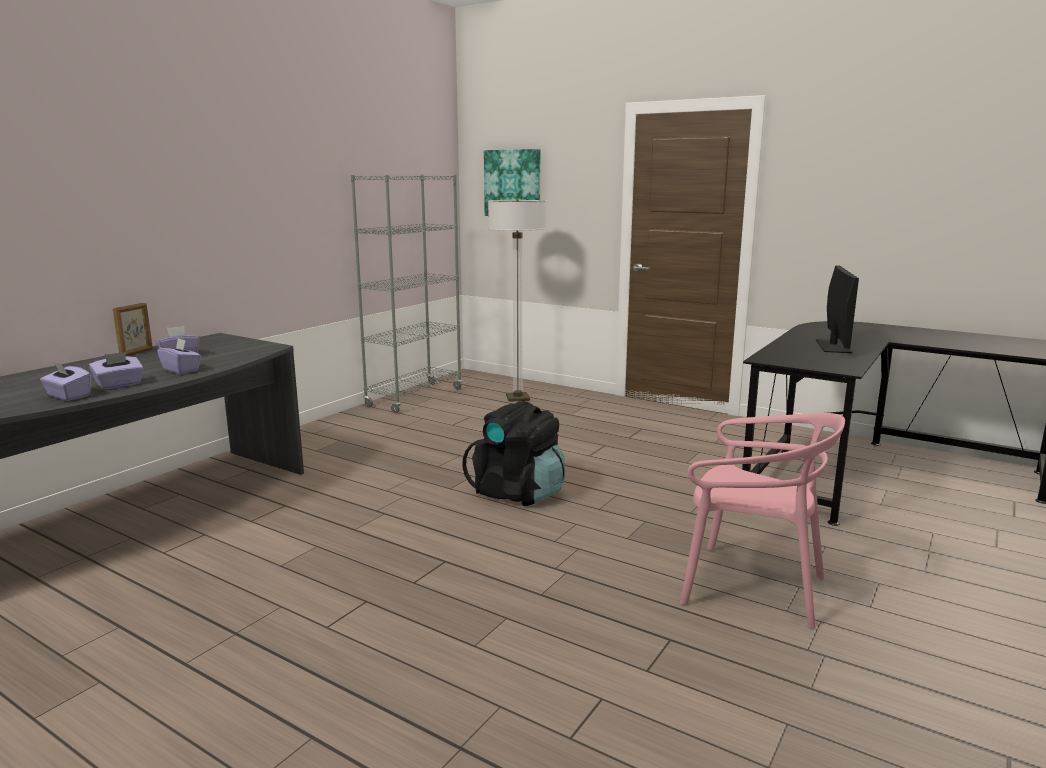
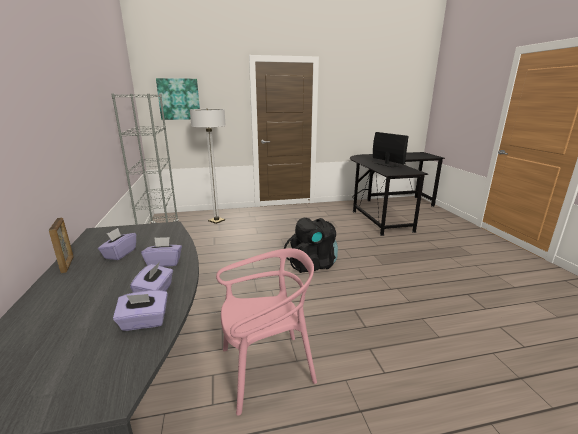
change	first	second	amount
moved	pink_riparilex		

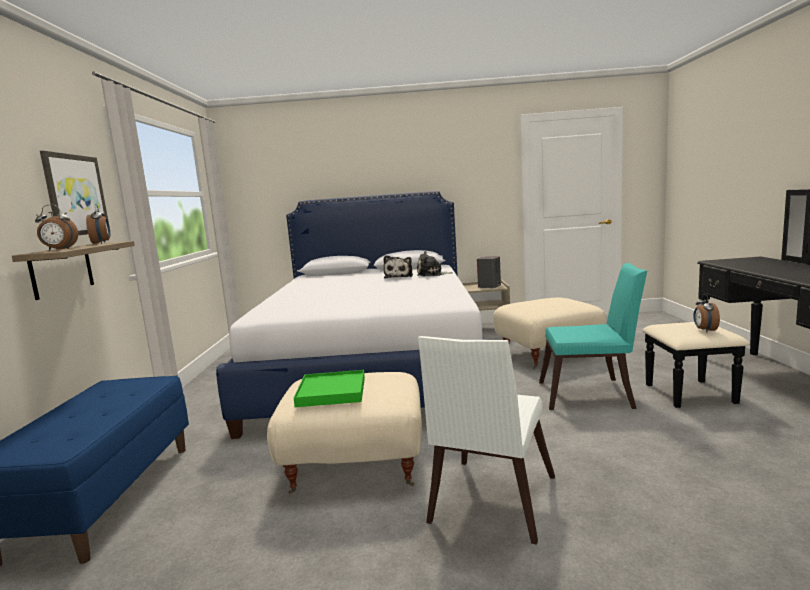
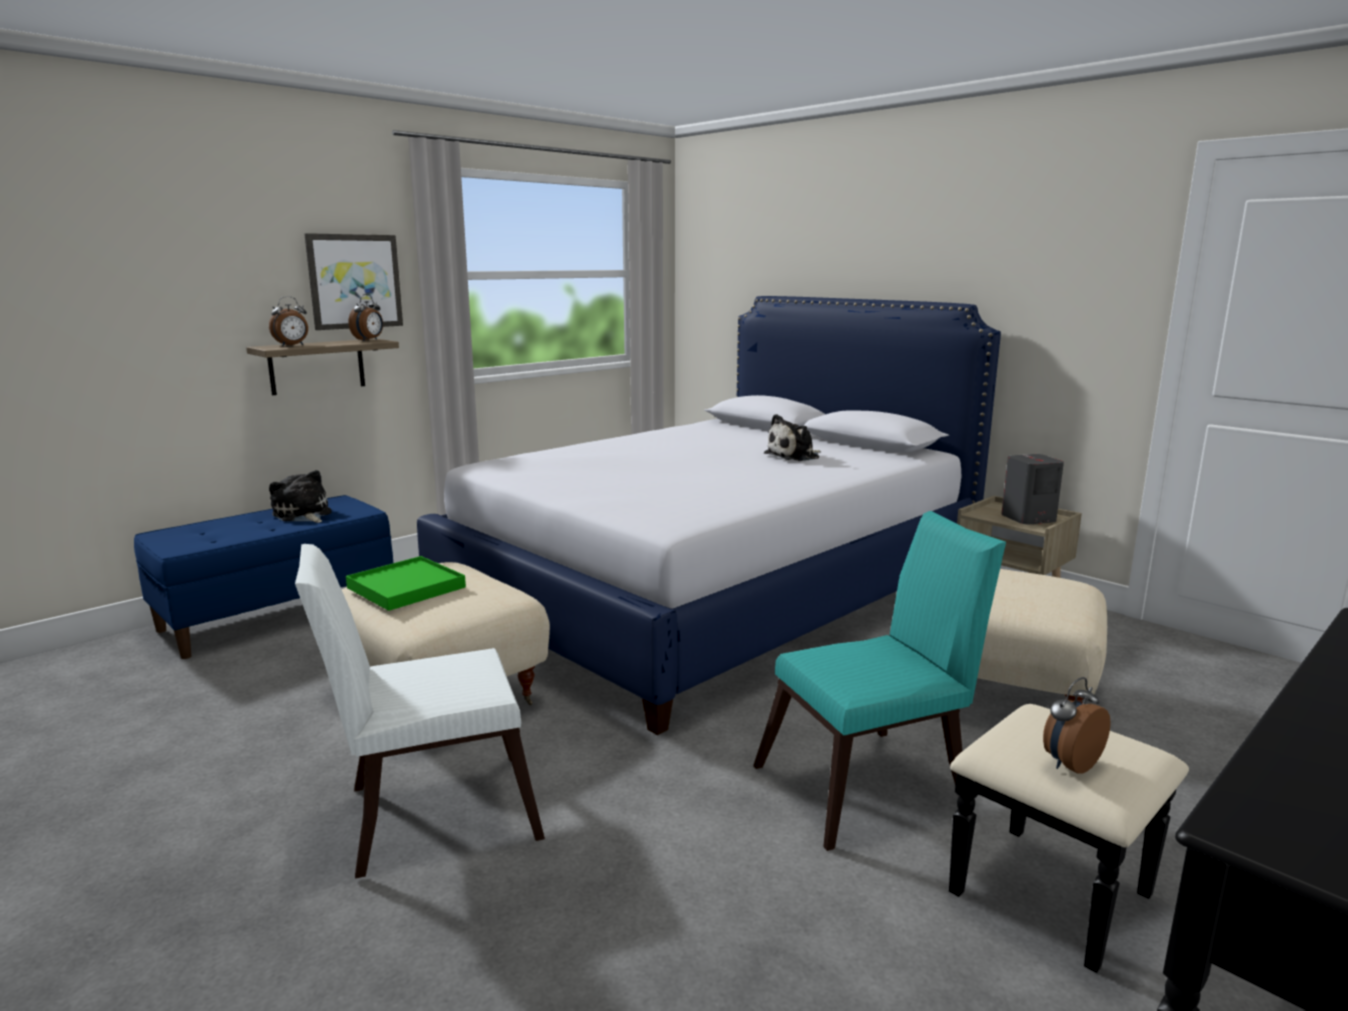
change	first	second	amount
moved	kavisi (2nd from left in the first image)	kavisi (1st from left)	
turned	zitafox (1st from left)		75 degrees counterclockwise
turned	turquoise_riparilex		75 degrees counterclockwise

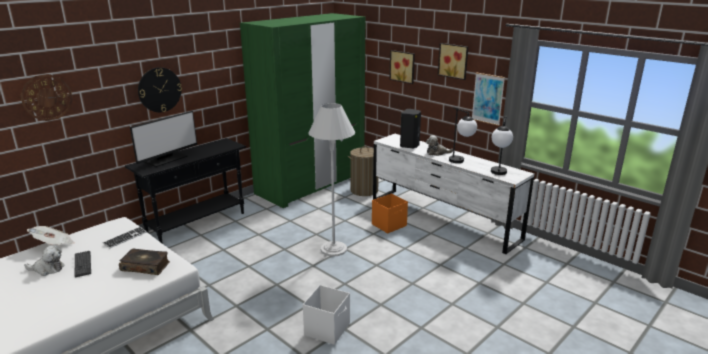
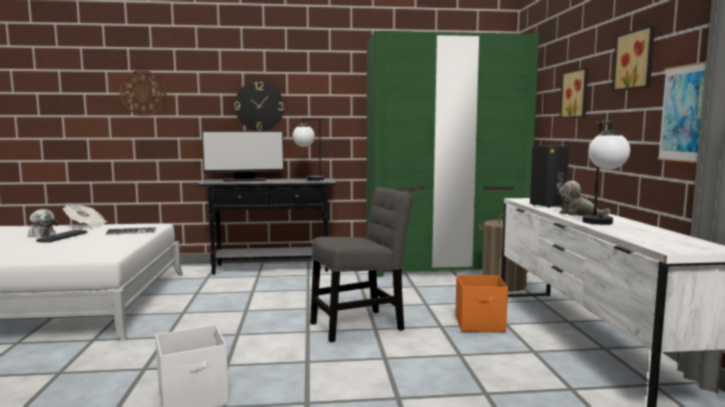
change	first	second	amount
removed	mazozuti		
moved	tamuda (2nd from left in the first image)	tamuda (1st from left)	
replaced	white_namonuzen	grey_riparilex	

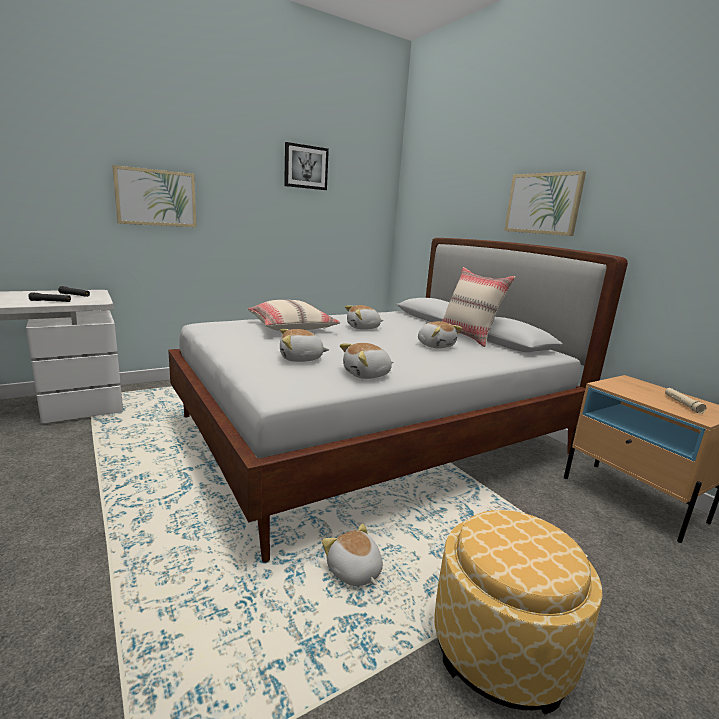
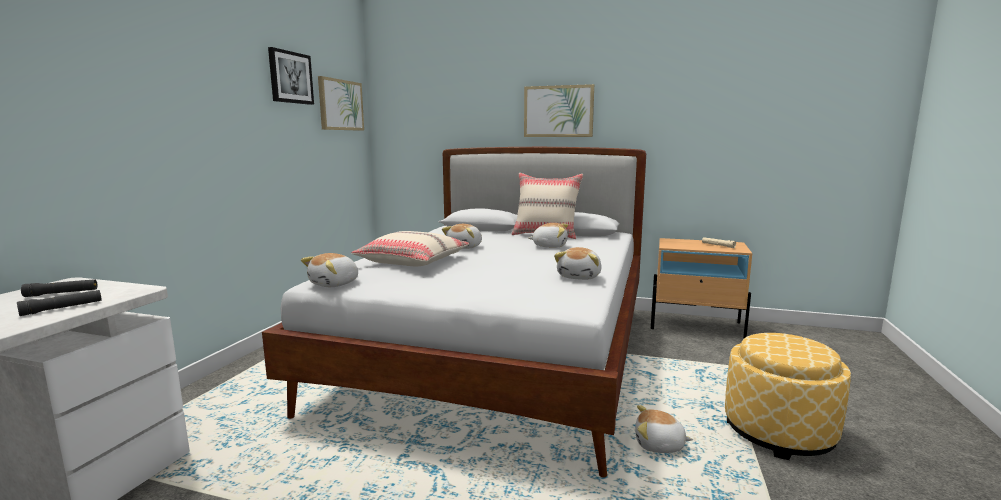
change	first	second	amount
moved	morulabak (1st from left in the first image)	morulabak (2nd from left)	
moved	kavisi (1st from left)		

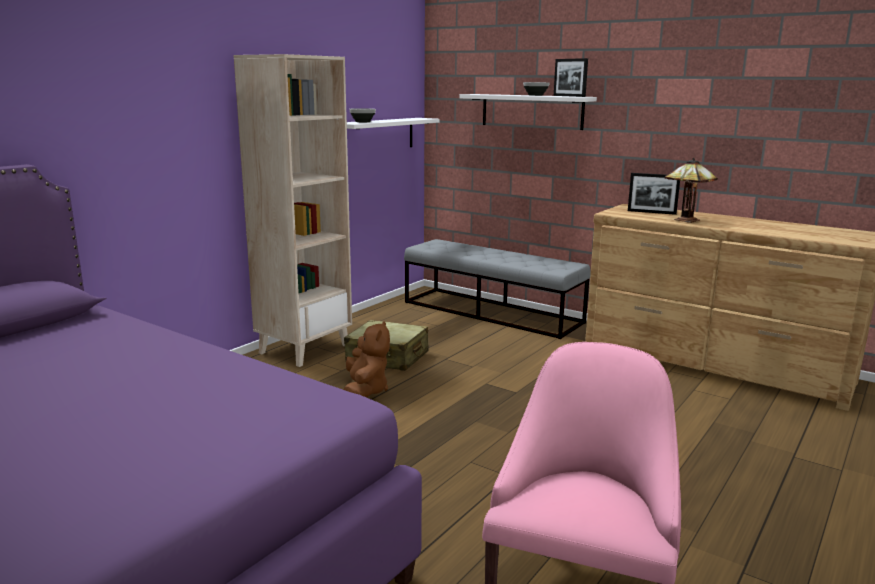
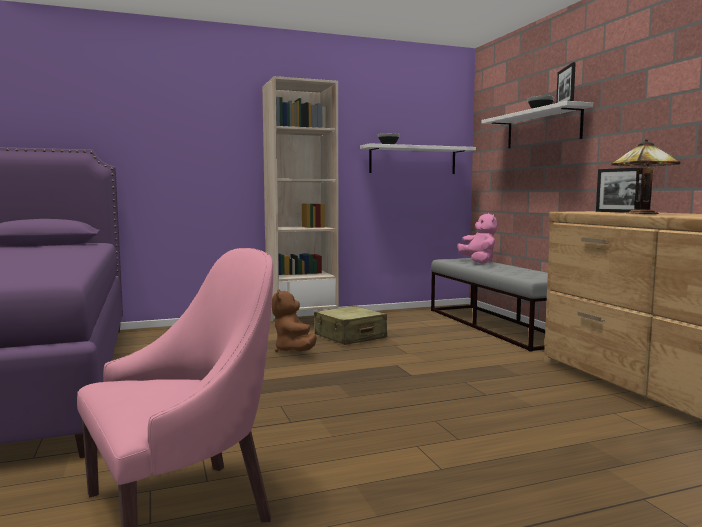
change	first	second	amount
added		pink_kavisi	
turned	brown_kavisi		135 degrees clockwise

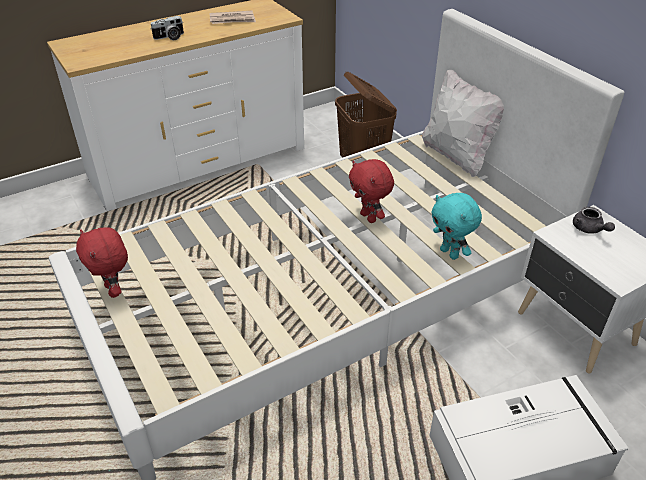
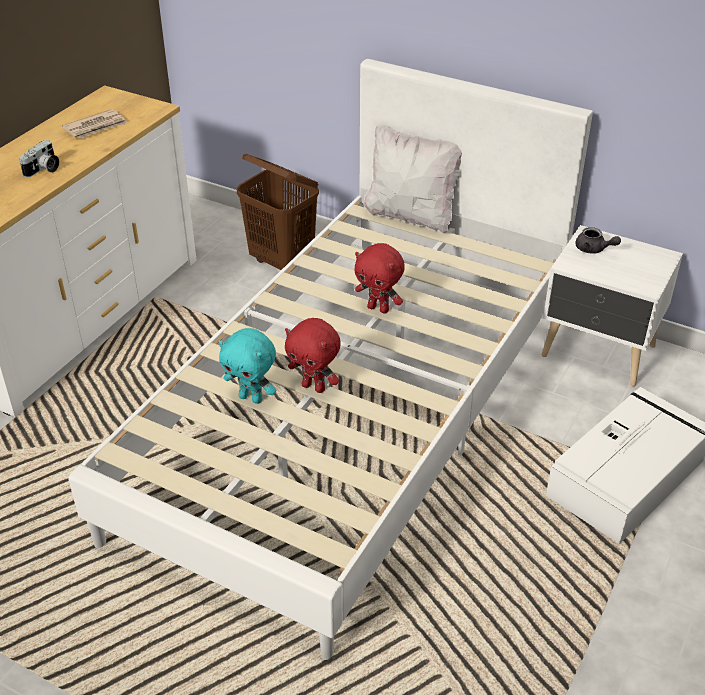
change	first	second	amount
moved	red_kavisi (1st from left)		
moved	turquoise_kavisi		

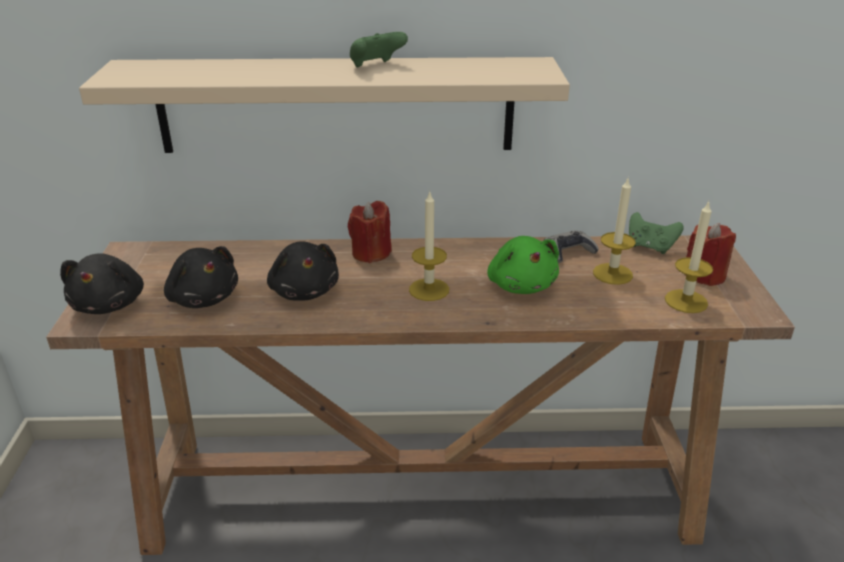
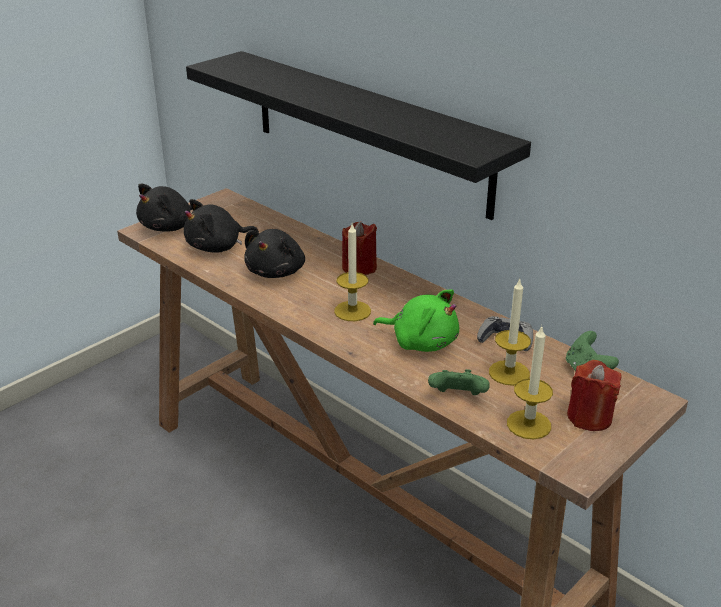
change	first	second	amount
moved	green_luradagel (1st from left)		
recoloured	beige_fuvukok	black_fuvukok	
turned	black_kavisi (2nd from left)		60 degrees clockwise
turned	green_kavisi		90 degrees counterclockwise

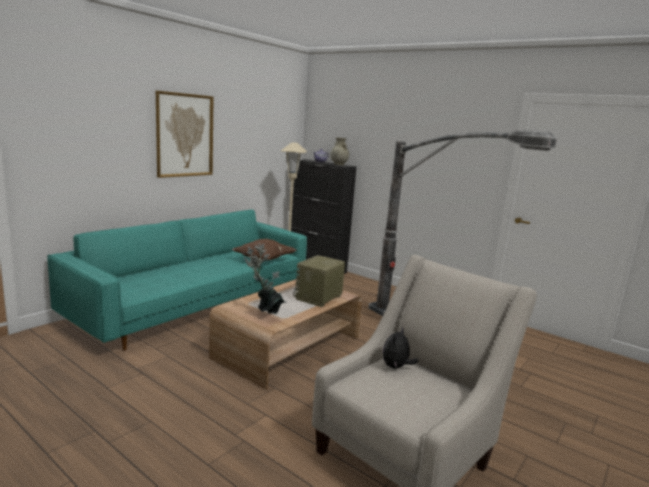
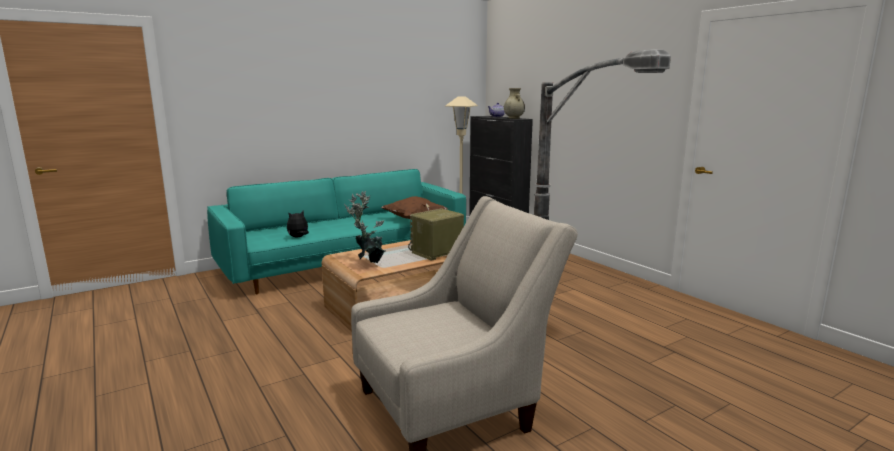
change	first	second	amount
removed	morulabak		
moved	kavisi		

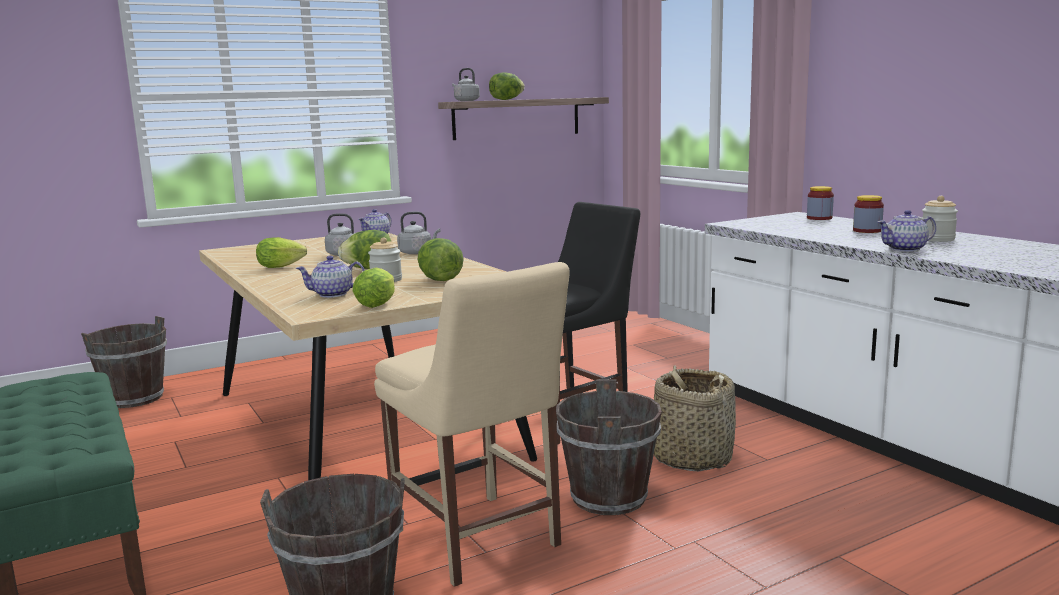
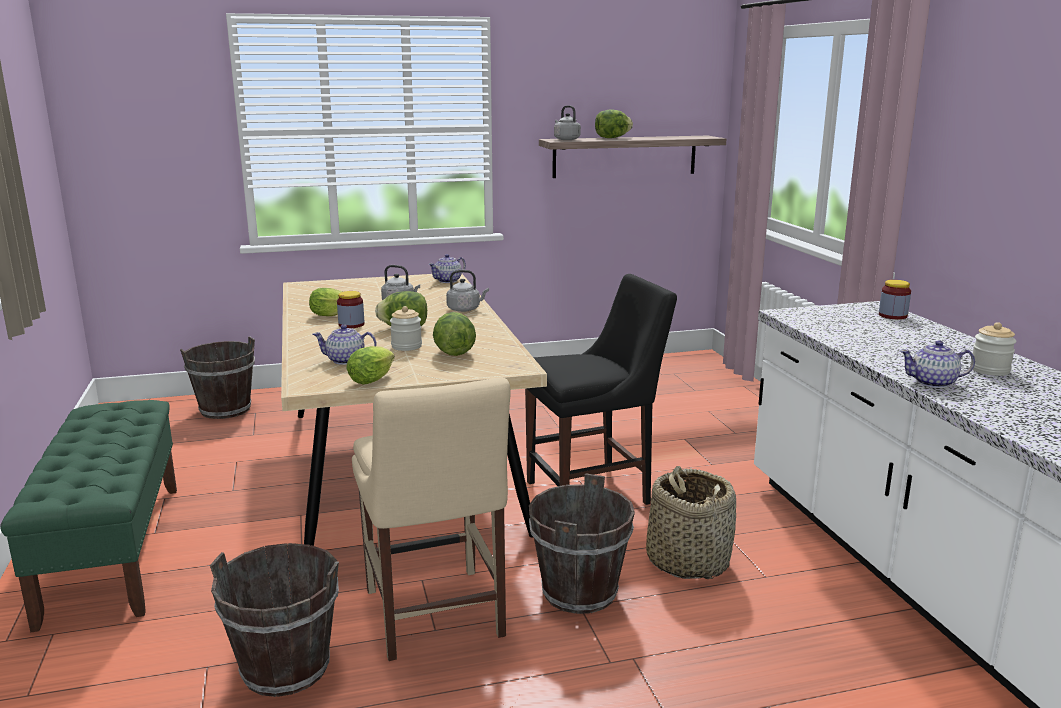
change	first	second	amount
moved	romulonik (3rd from left in the first image)	romulonik (1st from left)	

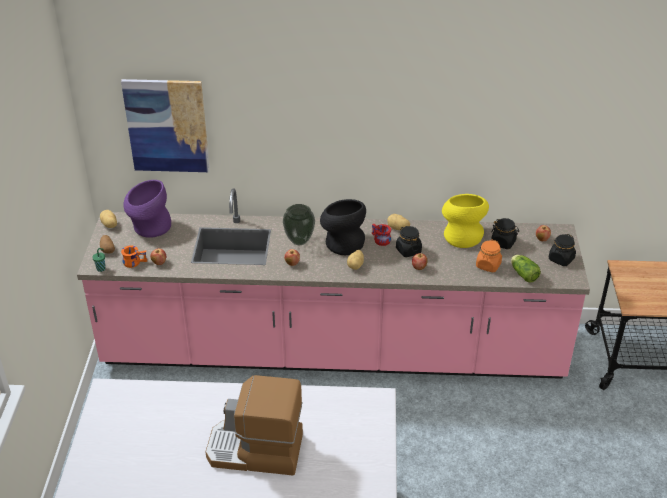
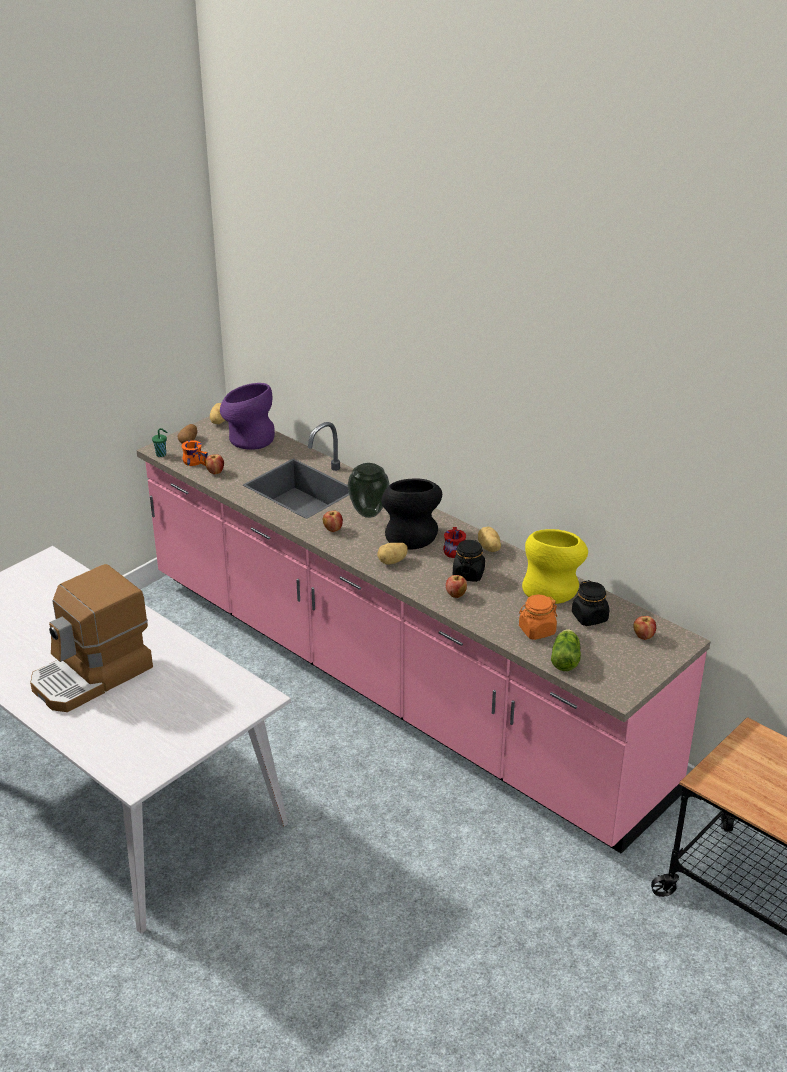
change	first	second	amount
removed	morulabak		
removed	black_romulonik (3rd from left)		
turned	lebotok		90 degrees counterclockwise

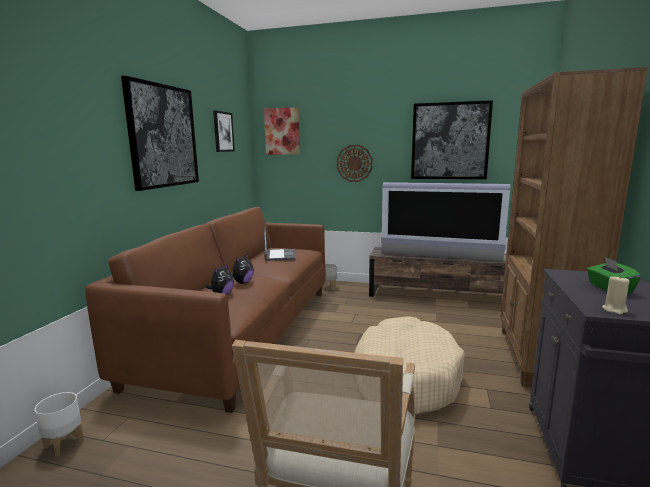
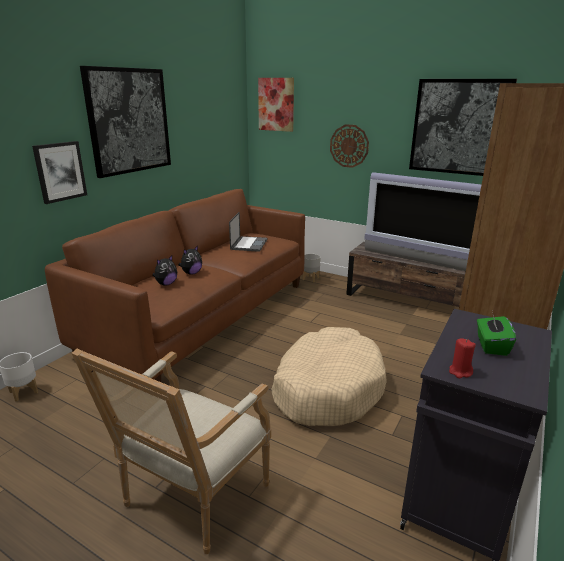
change	first	second	amount
moved	morulabak (2nd from left in the first image)	morulabak (1st from left)	
recoloured	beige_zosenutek	red_zosenutek	

